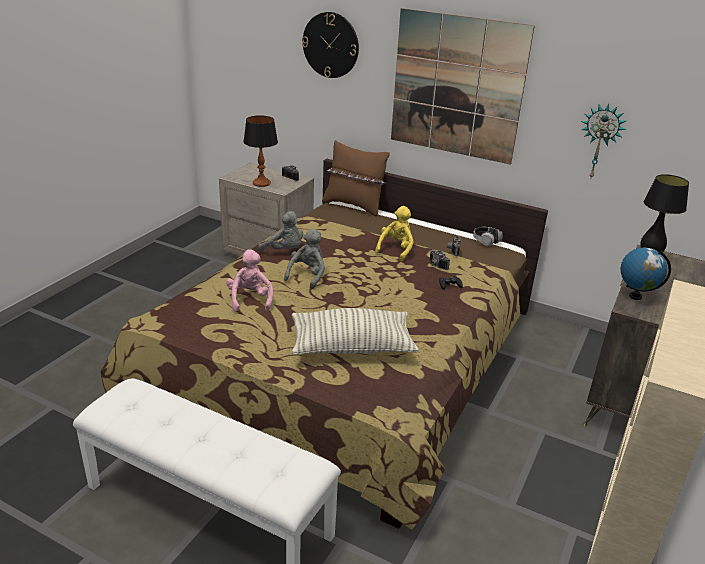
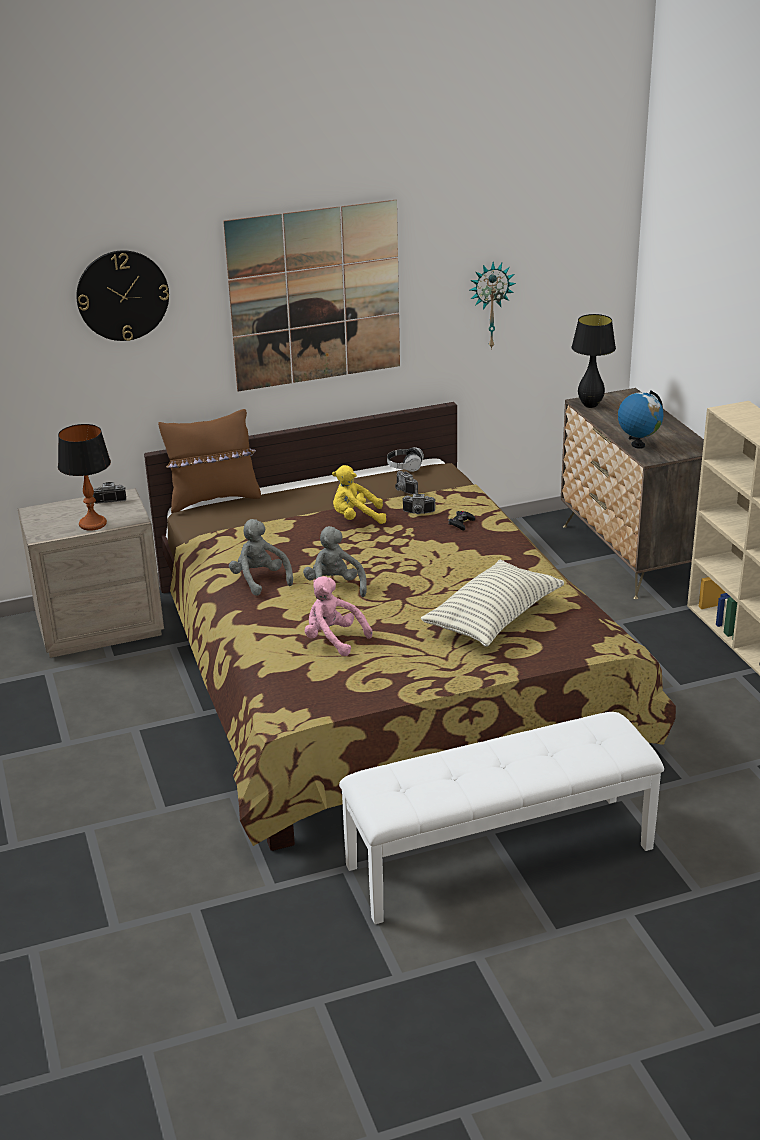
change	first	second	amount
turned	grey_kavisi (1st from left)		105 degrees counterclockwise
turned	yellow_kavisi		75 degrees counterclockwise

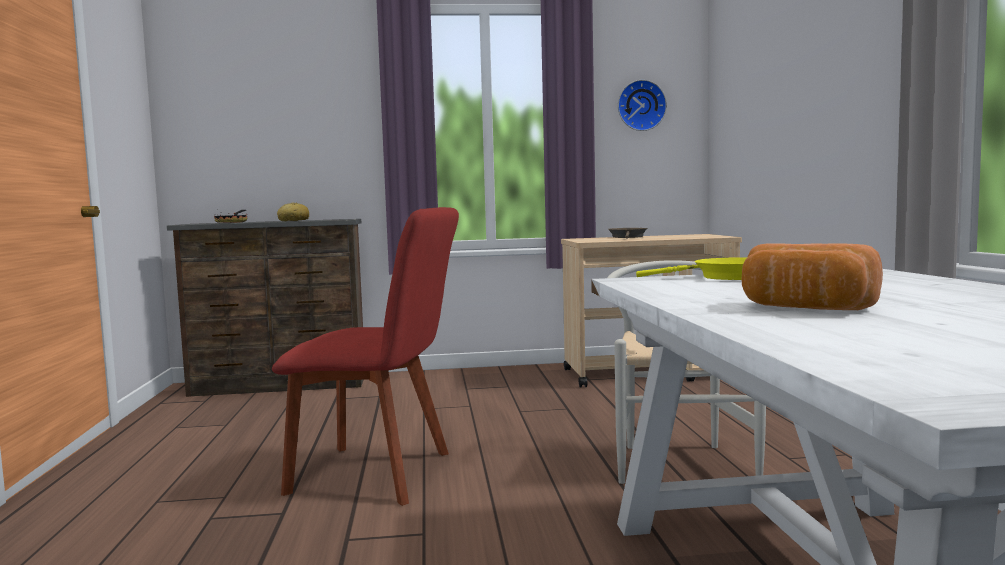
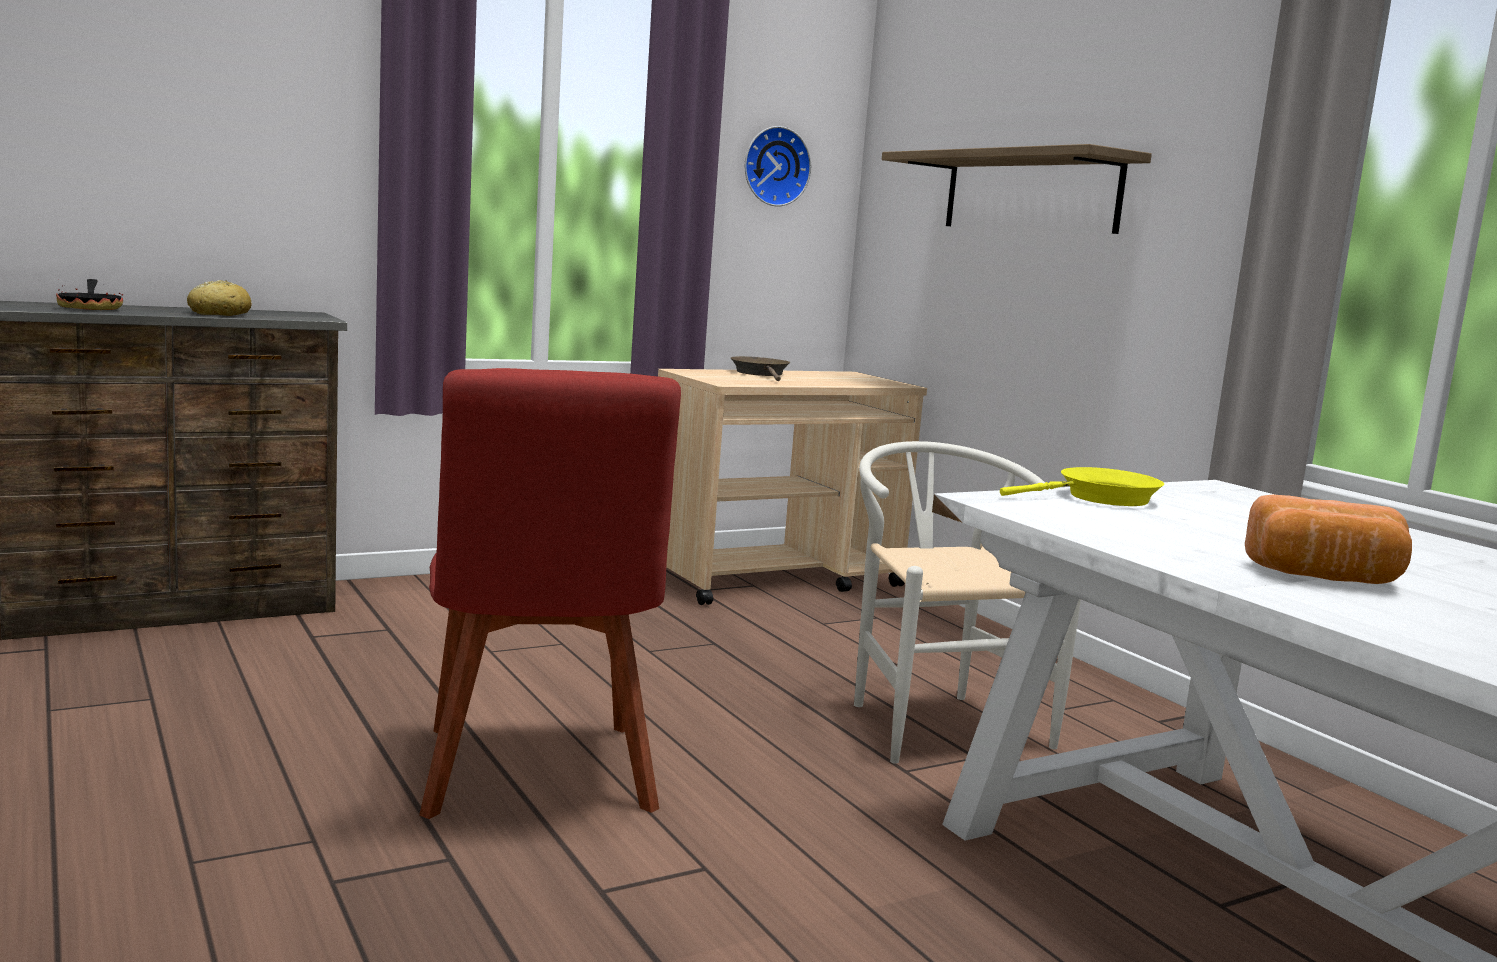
change	first	second	amount
added		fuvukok	
turned	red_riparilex		90 degrees clockwise

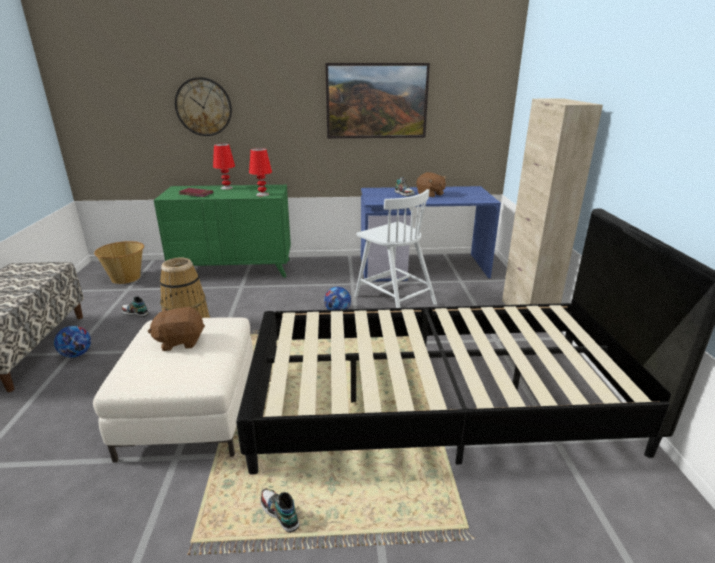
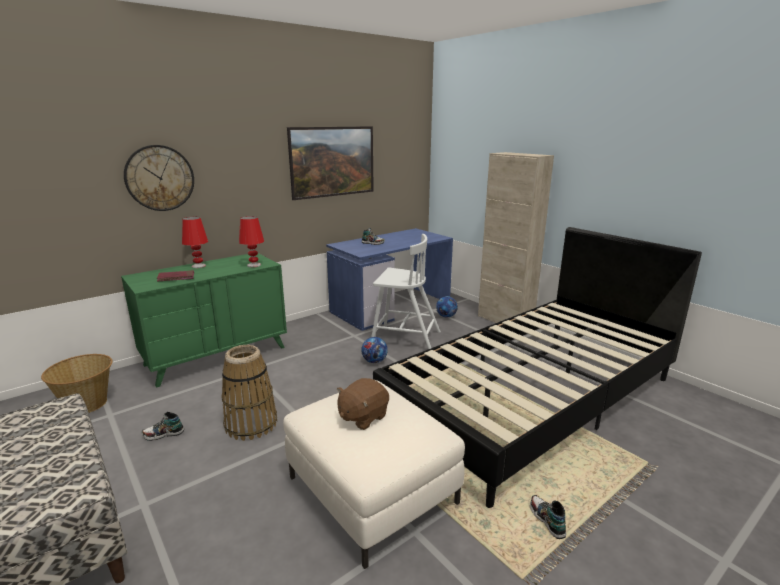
change	first	second	amount
removed	brown_kavisi (2nd from left)		
moved	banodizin (1st from left in the first image)	banodizin (2nd from left)	
turned	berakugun (2nd from left in the first image)	berakugun (3rd from left)	60 degrees clockwise

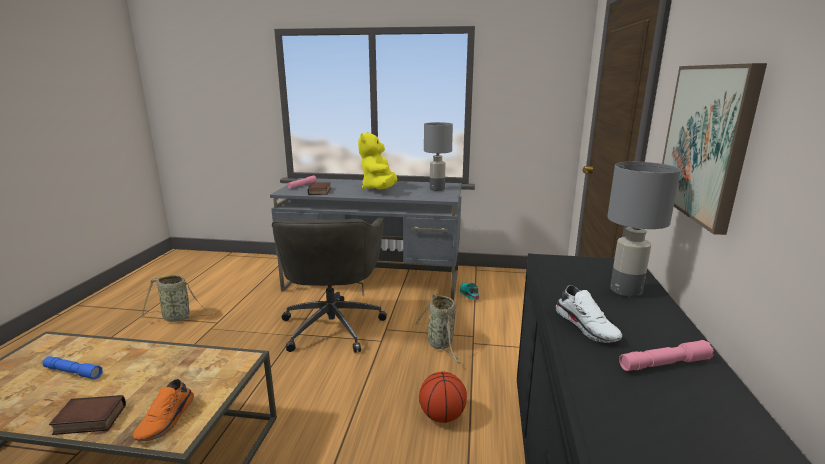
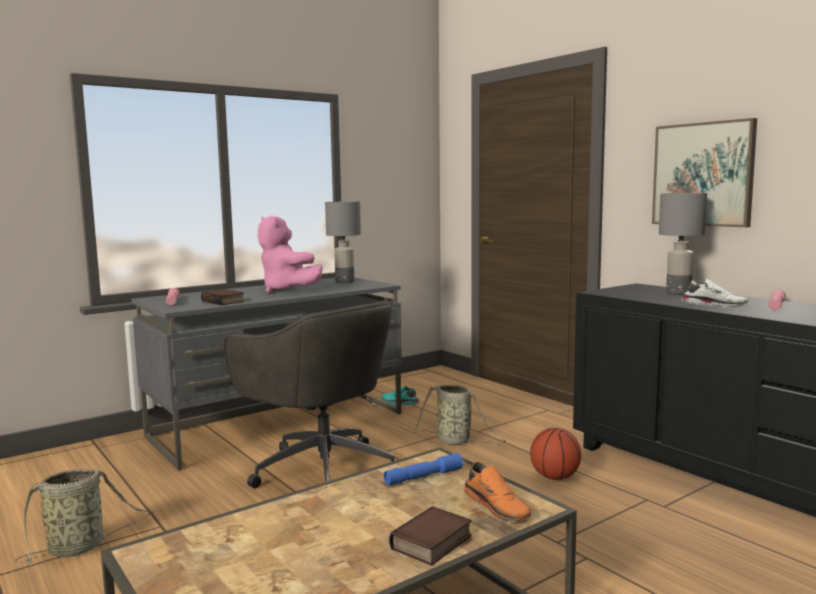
change	first	second	amount
moved	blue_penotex		
recoloured	yellow_kavisi	pink_kavisi	

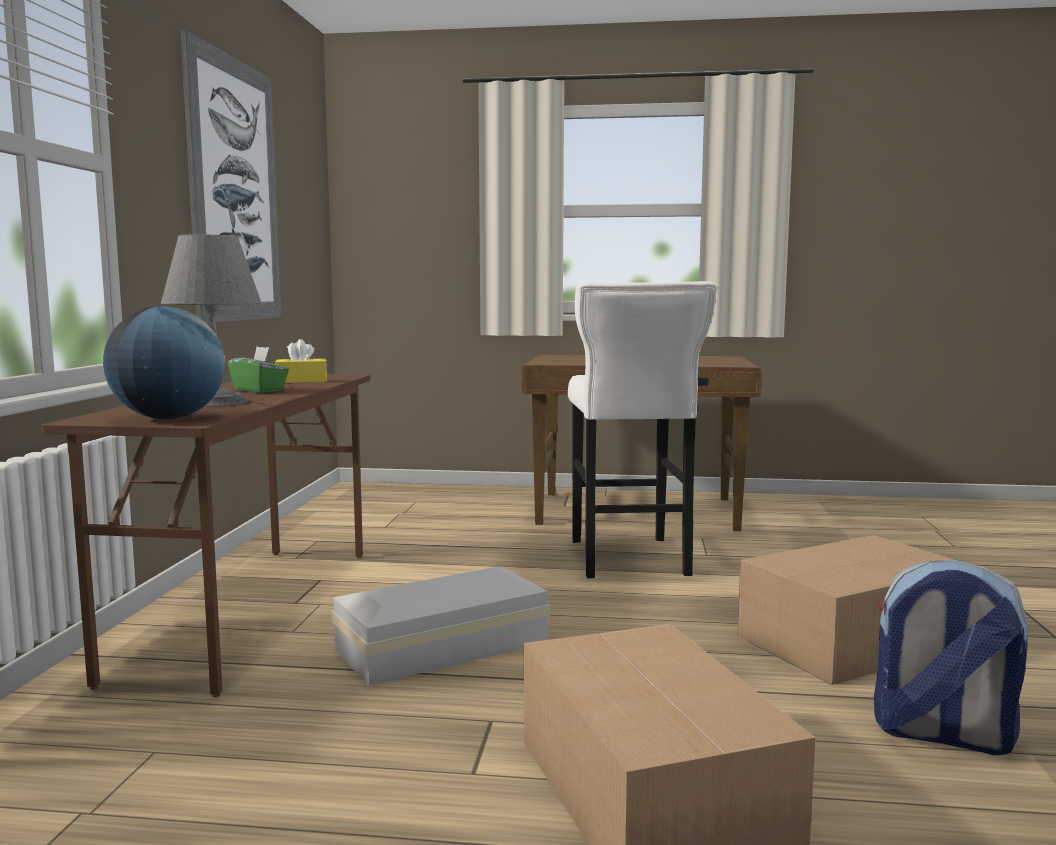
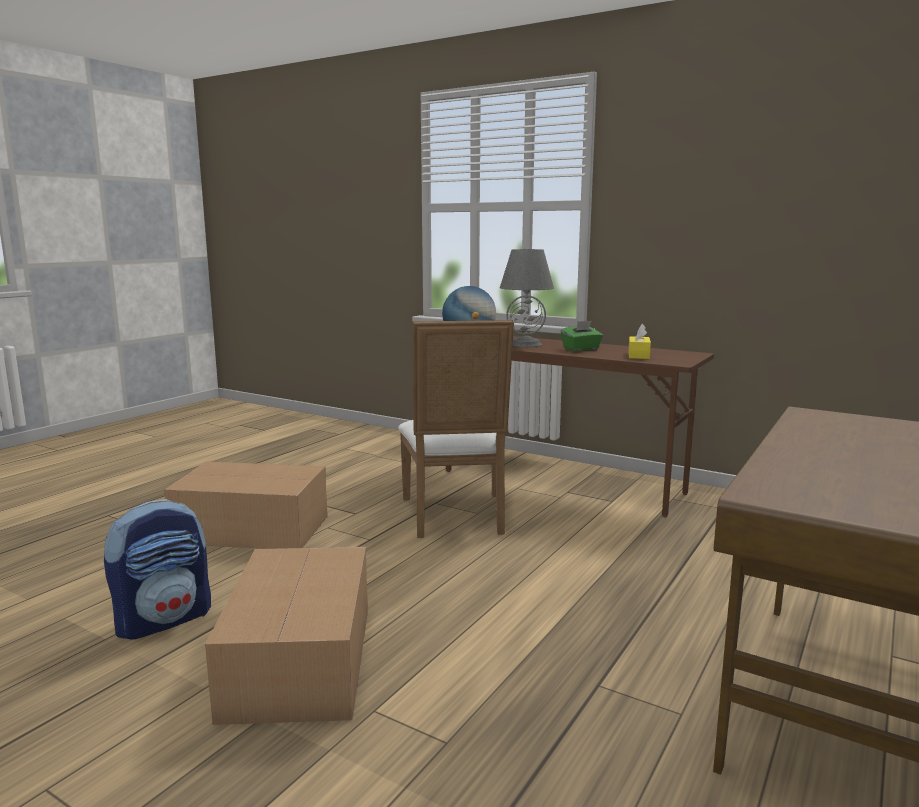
change	first	second	amount
removed	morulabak		
removed	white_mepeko		
replaced	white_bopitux	white_riparilex	

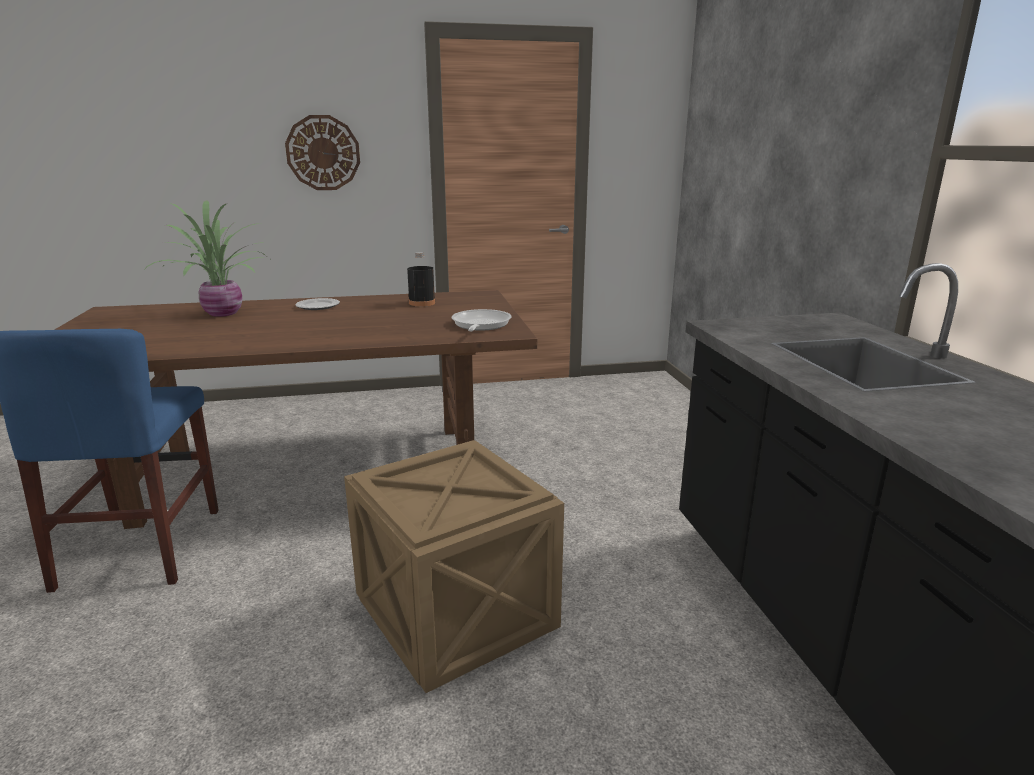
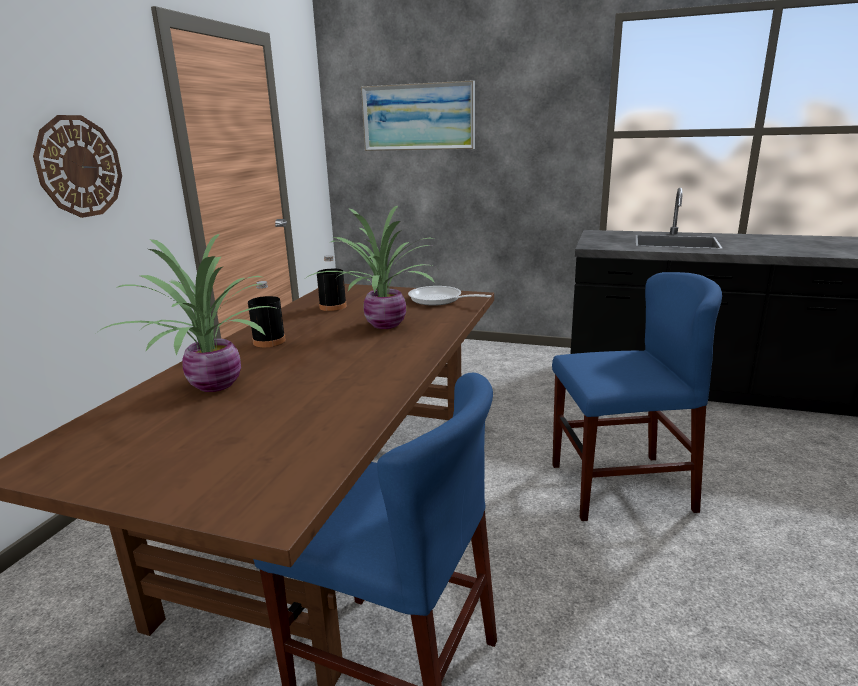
change	first	second	amount
added		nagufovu (2nd from left)	
added		morulabak	
replaced	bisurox	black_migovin (1st from left)	
replaced	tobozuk	blue_riparilex (2nd from left)	

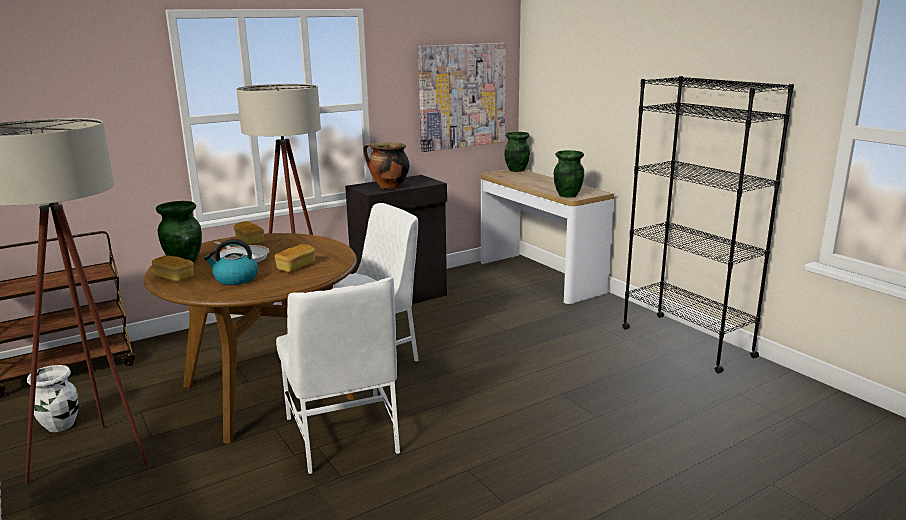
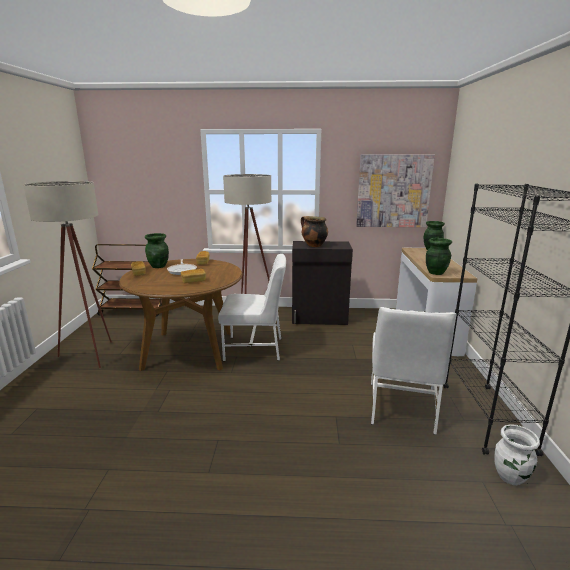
change	first	second	amount
removed	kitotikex		
moved	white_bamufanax		
moved	white_riparilex (1st from left in the first image)	white_riparilex (2nd from left)	

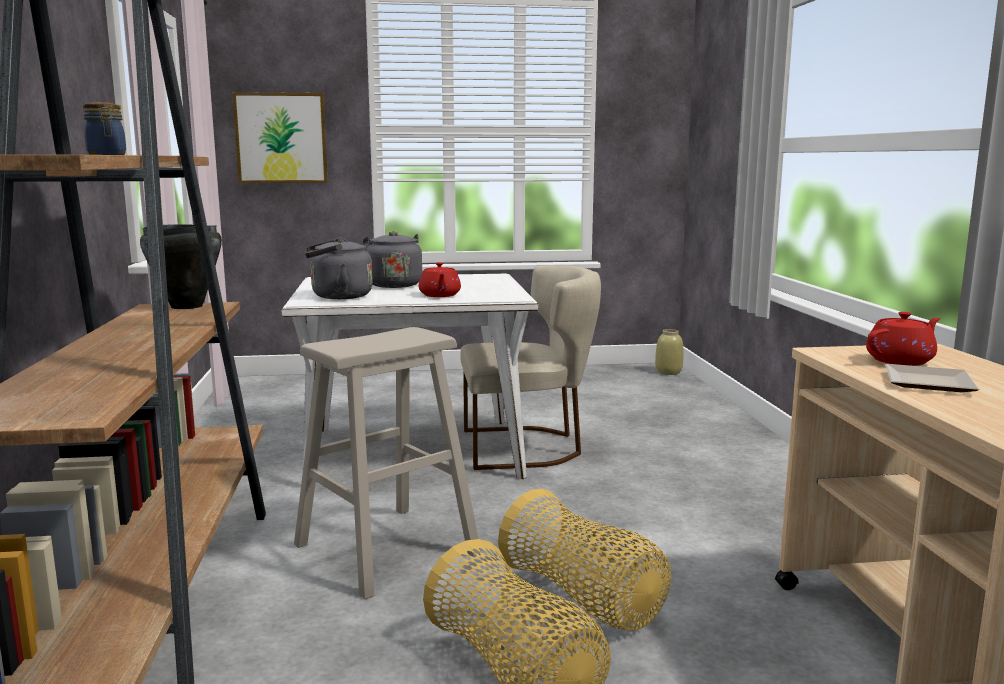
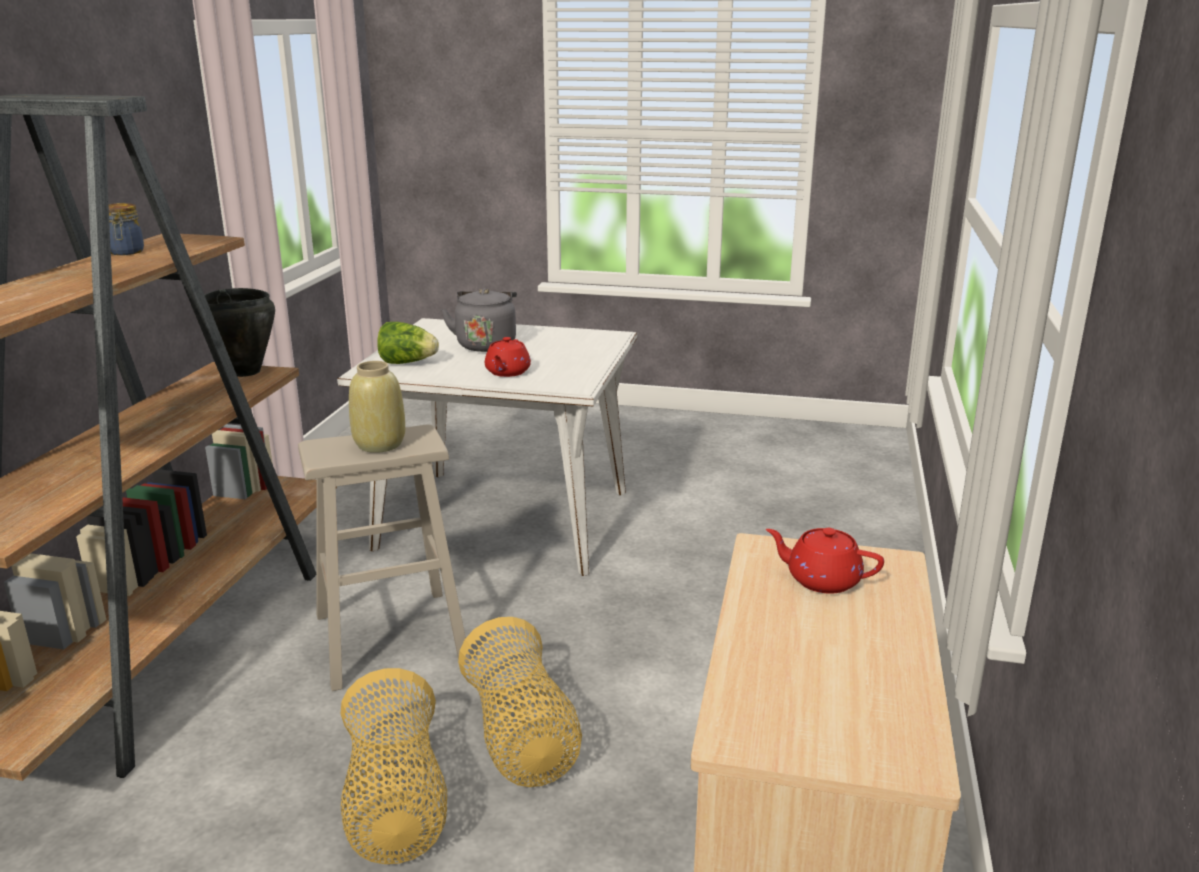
change	first	second	amount
removed	morulabak		
removed	beige_riparilex		
removed	bisurox		
moved	beige_bamufanax		
replaced	grey_kitotikex (1st from left)	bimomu	
turned	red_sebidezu (2nd from left)		150 degrees counterclockwise

